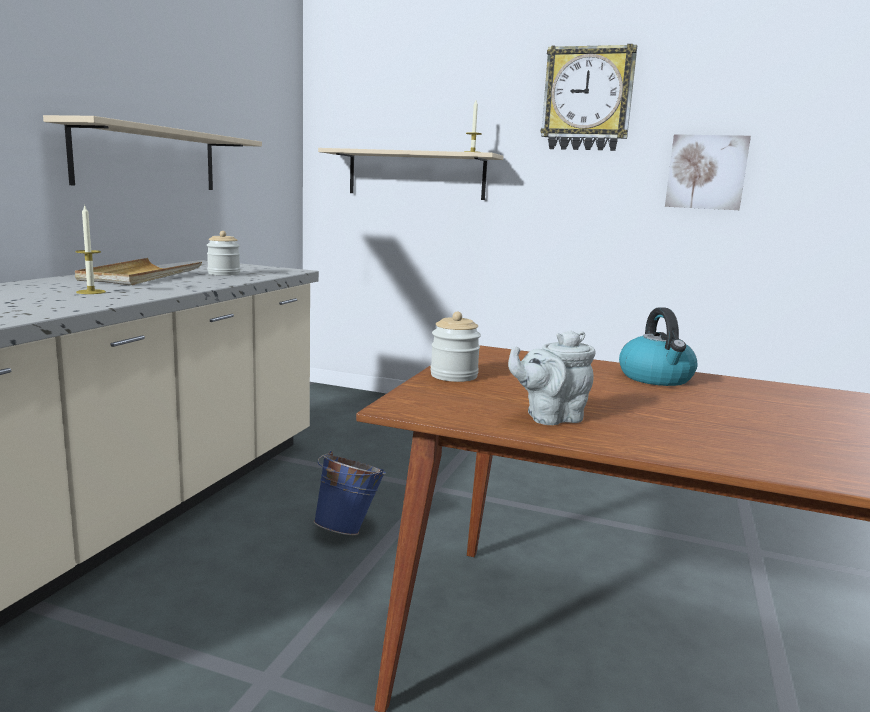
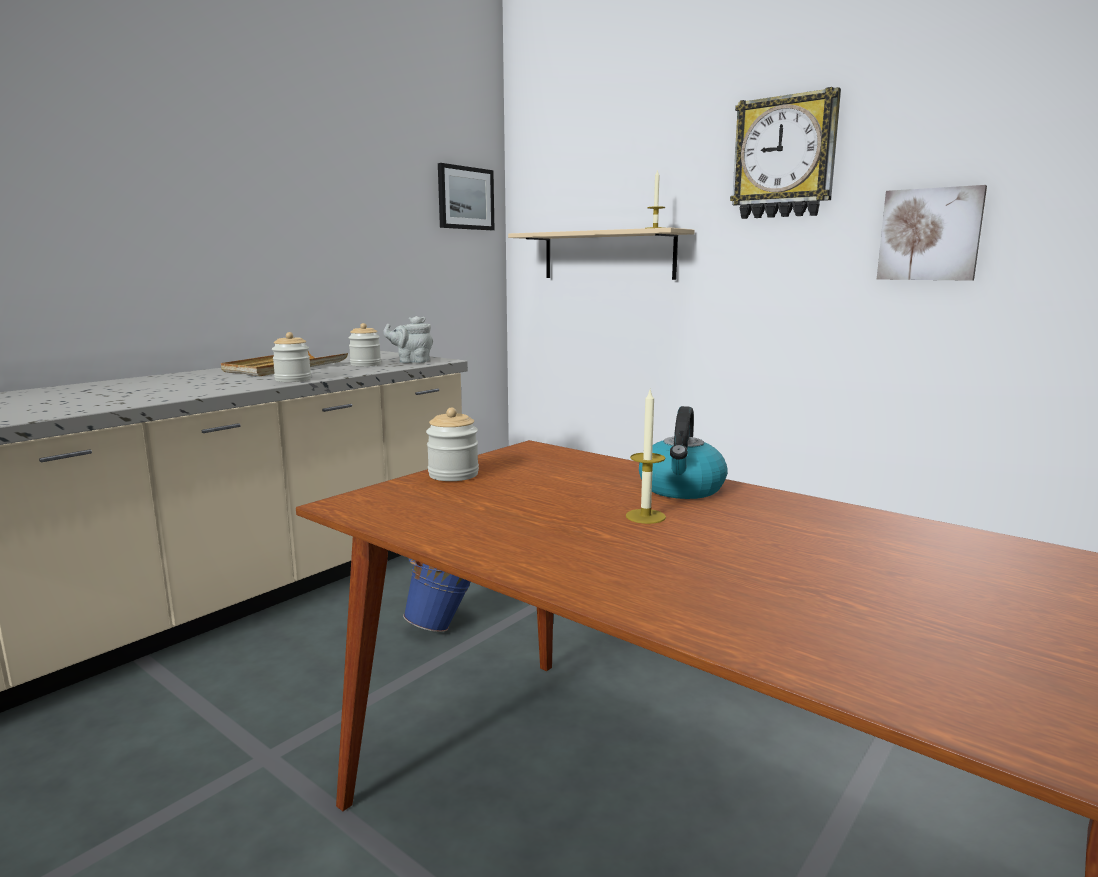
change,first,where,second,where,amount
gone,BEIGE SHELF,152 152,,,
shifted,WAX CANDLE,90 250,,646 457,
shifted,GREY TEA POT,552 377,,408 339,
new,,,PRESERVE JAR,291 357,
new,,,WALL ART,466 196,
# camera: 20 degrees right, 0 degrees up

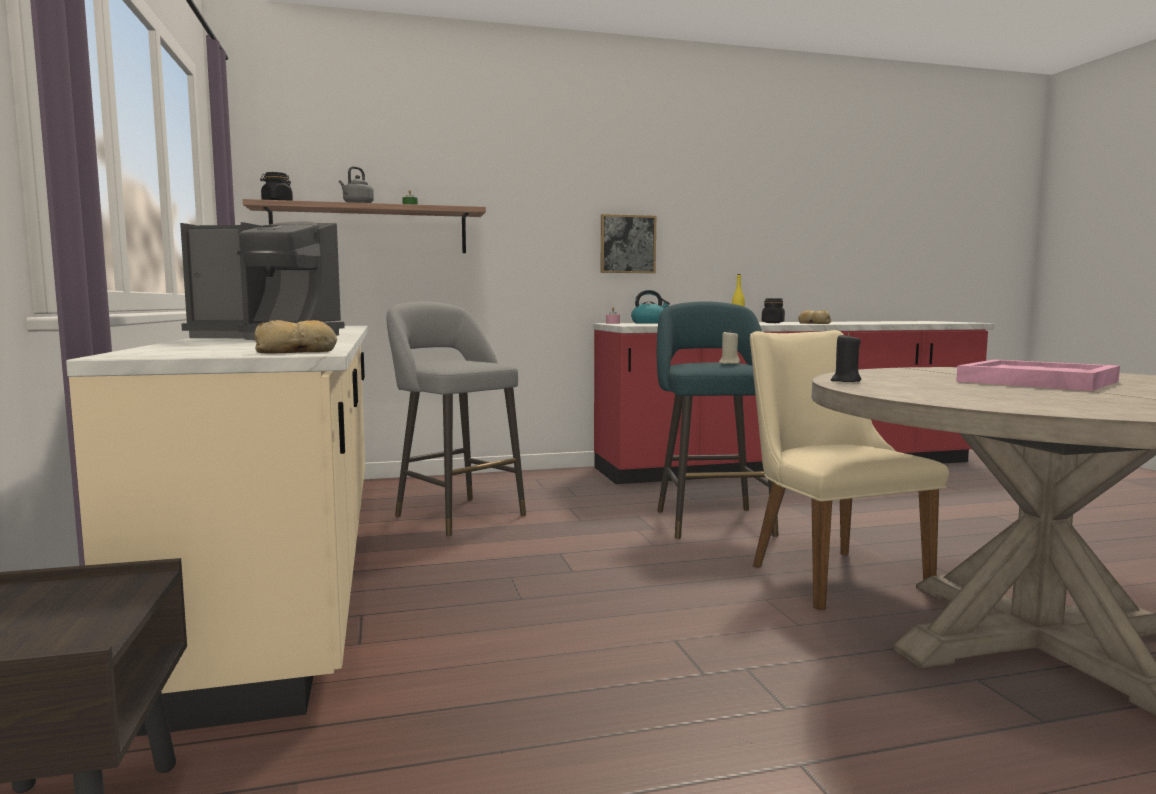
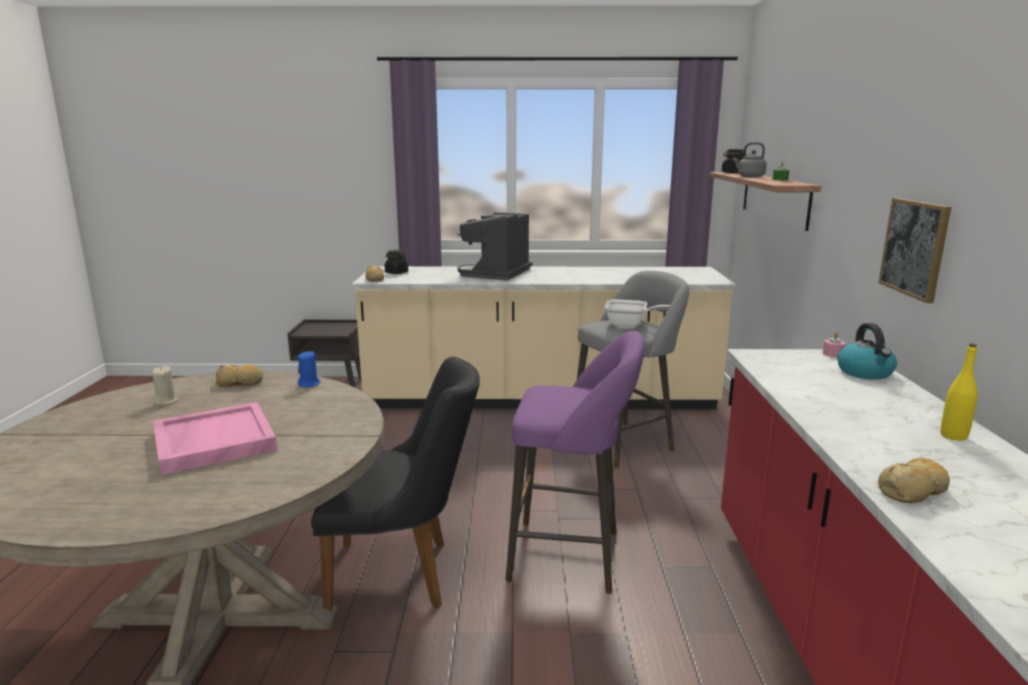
change,first,where,second,where,amount
repainted,BLUE-GREEN STOOL,718 420,PURPLISH STOOL,574 462,
shifted,BEIGE WAX CANDLE,729 347,,165 385,
repainted,BEIGE PLAIN CHAIR,849 470,BLACK-COLOURED PLAIN CHAIR,395 484,
shifted,BLACK-COLOURED PRESERVE JAR,773 310,,396 262,
repainted,BLACK-COLOURED WAX CANDLE,846 357,BLUE-COLOURED WAX CANDLE,309 369,
new,,,BREAD,239 375,
new,,,FRYING PAN,637 313,
# camera: 105 degrees right, 10 degrees up

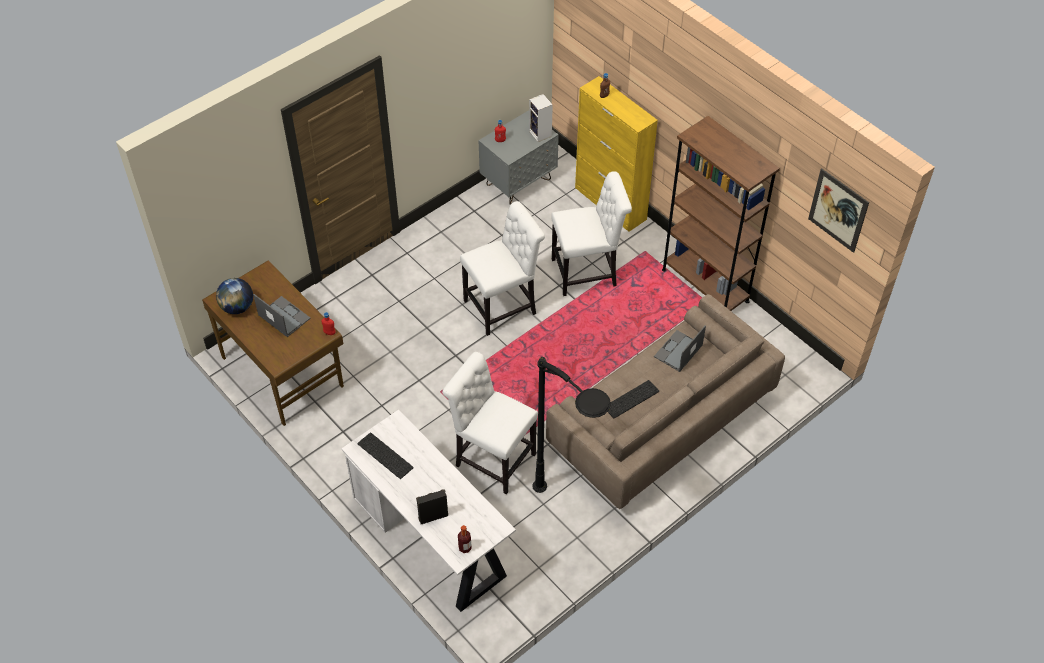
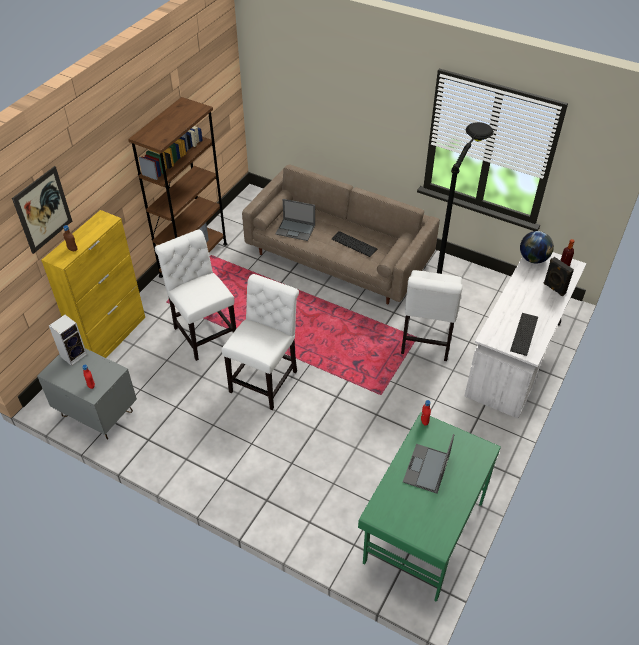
change,first,where,second,where,amount
repainted,BROWNISH DESK,273 343,GREENISH DESK,429 507,
shifted,GLOBE,234 296,,537 247,
rotated,WHITE PLAIN CHAIR,502 268,,260 342,75 degrees clockwise
shifted,WALL ART,838 210,,42 210,
# camera: 110 degrees left, 5 degrees down

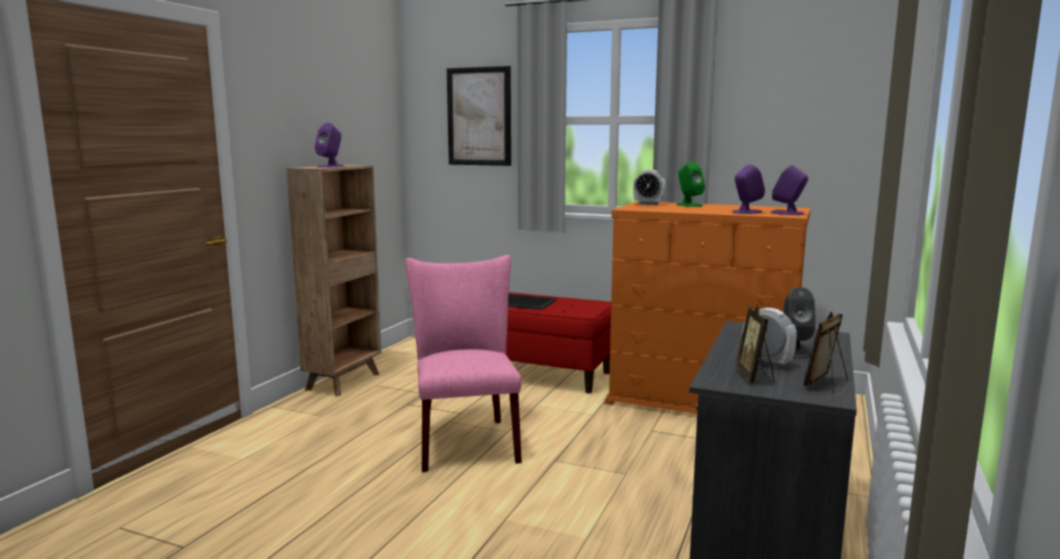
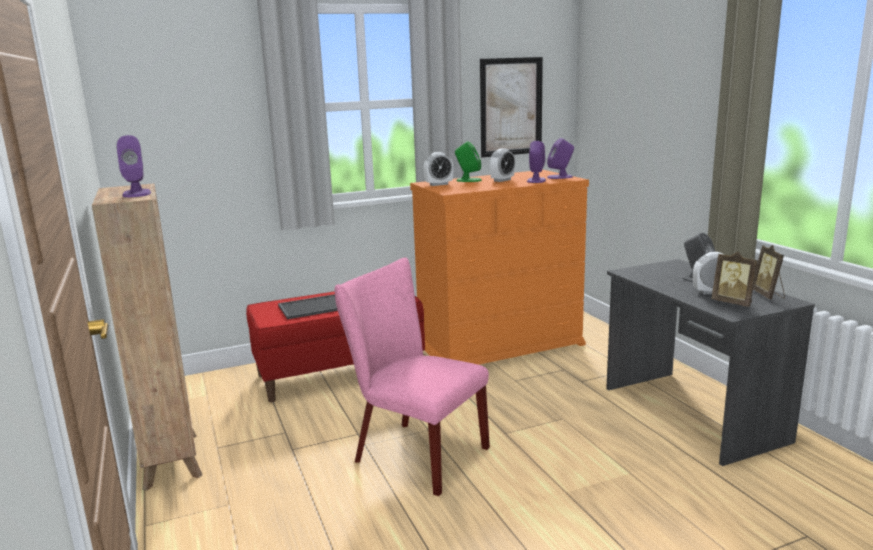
change,first,where,second,where,amount
shifted,WALL ART,479 116,,511 107,
new,,,TABLE CLOCK,502 165,
# camera: 45 degrees left, 5 degrees up

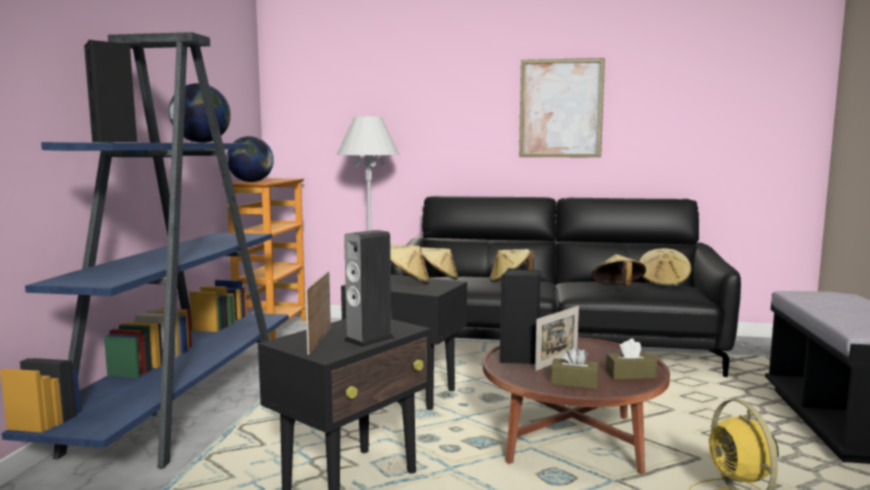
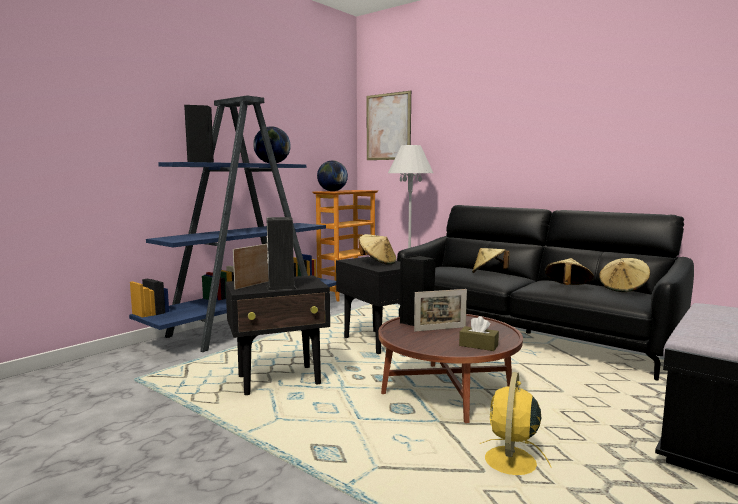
change,first,where,second,where,amount
gone,BEIGE HAT,439 263,,,
shifted,WALL ART,562 107,,389 125,
gone,BROWNISH TISSUE BOX,575 367,,,
# camera: 30 degrees right, 0 degrees up

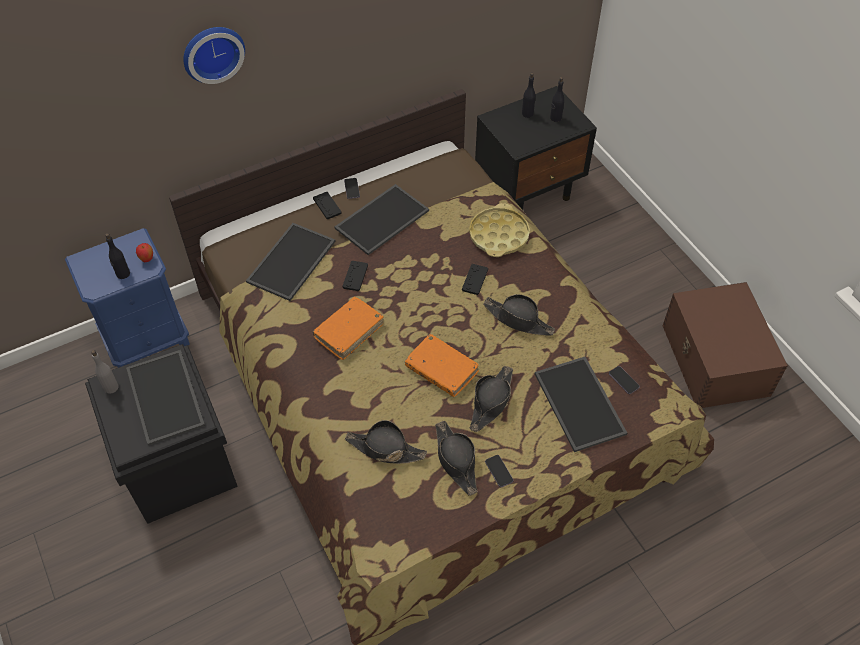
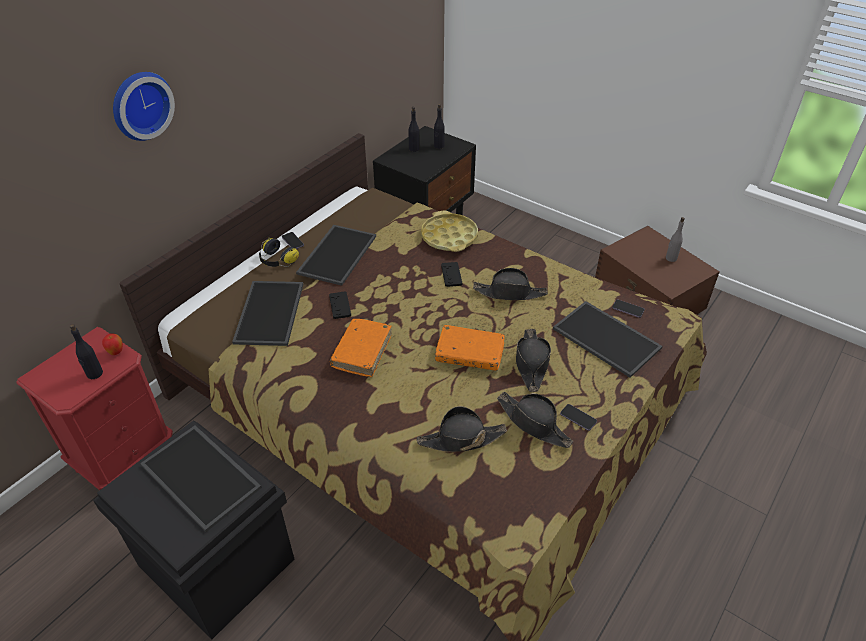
change,first,where,second,where,amount
repainted,BLUE-COLOURED NIGHT TABLE,127 298,REDDISH NIGHT TABLE,94 409,
shifted,GREY DRINK BOTTLE,105 372,,675 239,
swapped,BLACK-COLOURED GAME CONTROLLER,327 205,HEADPHONES,279 252,
# camera: 25 degrees left, 10 degrees down

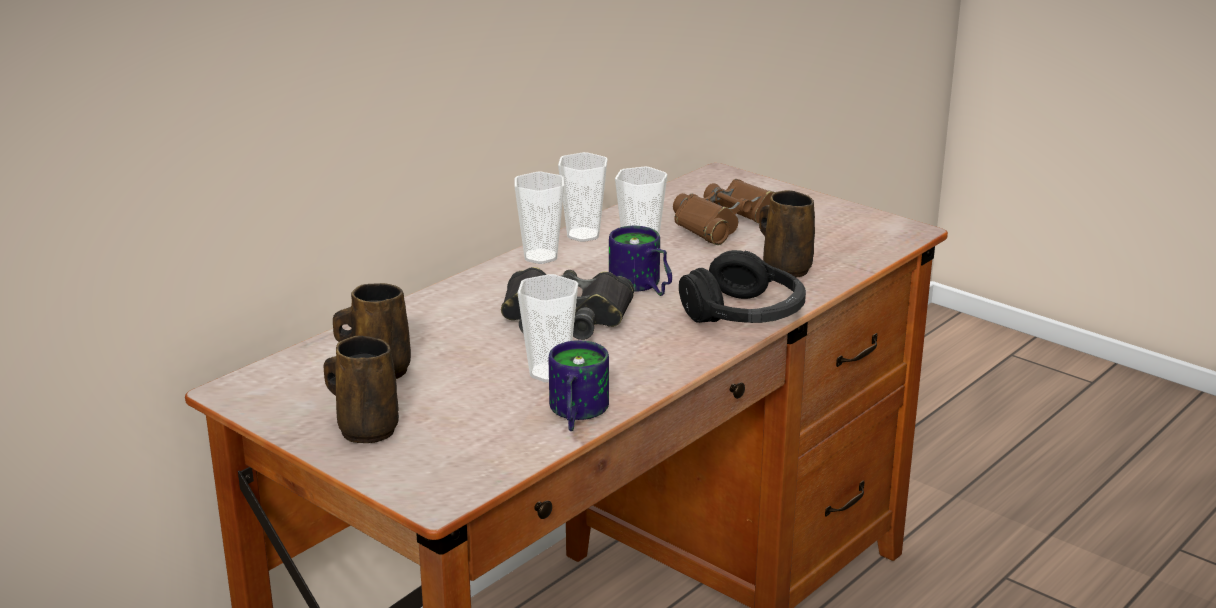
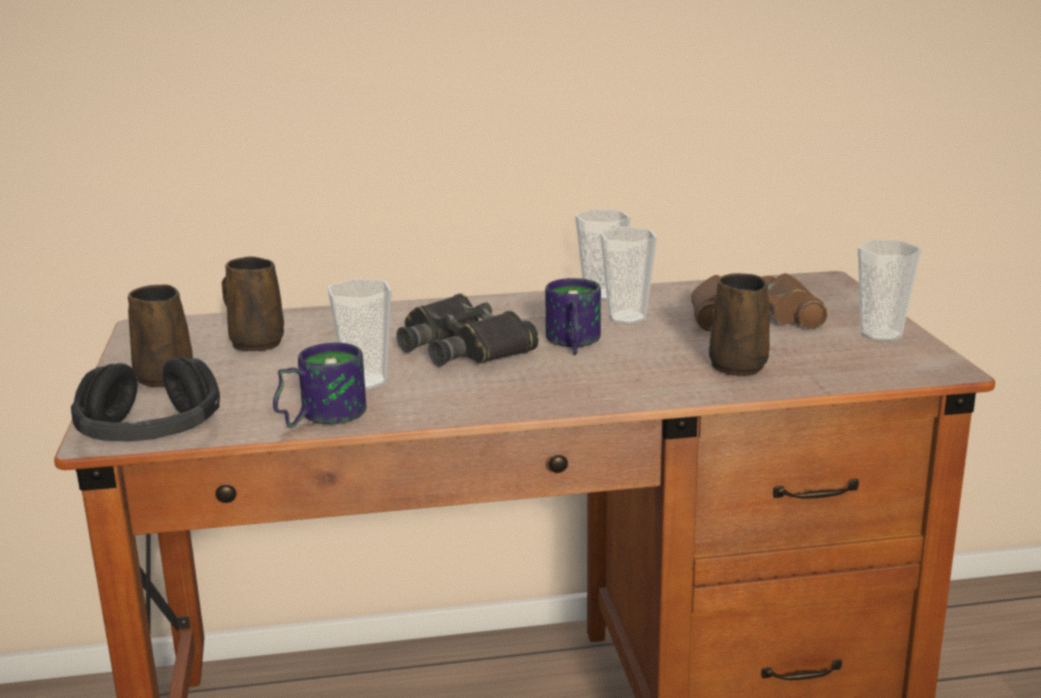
change,first,where,second,where,amount
shifted,SMALL CUP,539 218,,890 291,
shifted,BLACK-COLOURED HEADPHONES,742 286,,145 399,
# camera: 40 degrees right, 5 degrees down

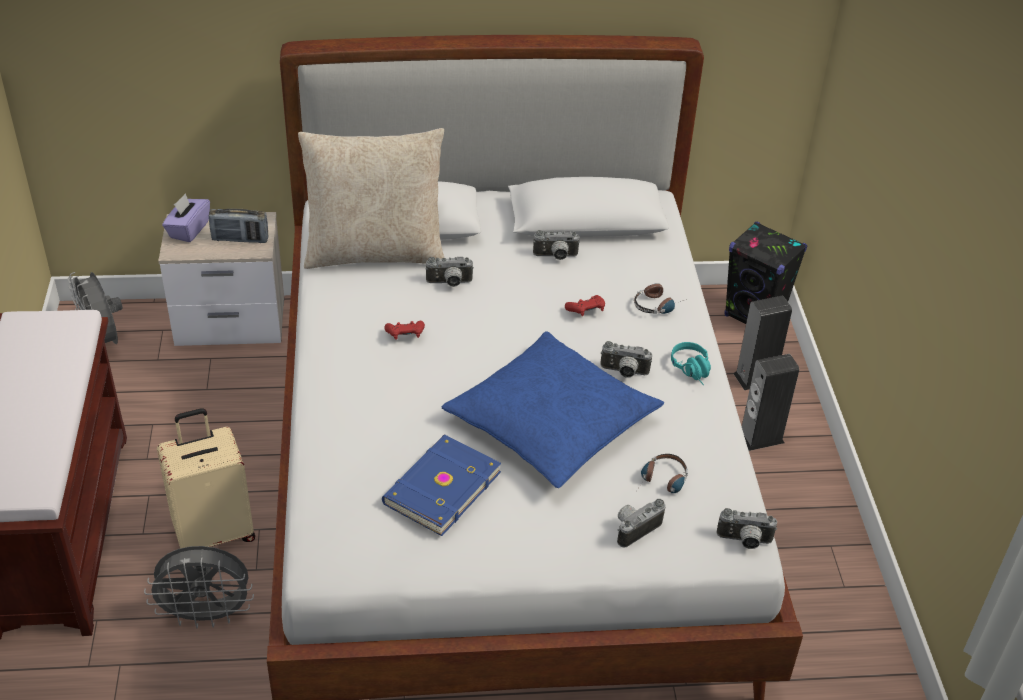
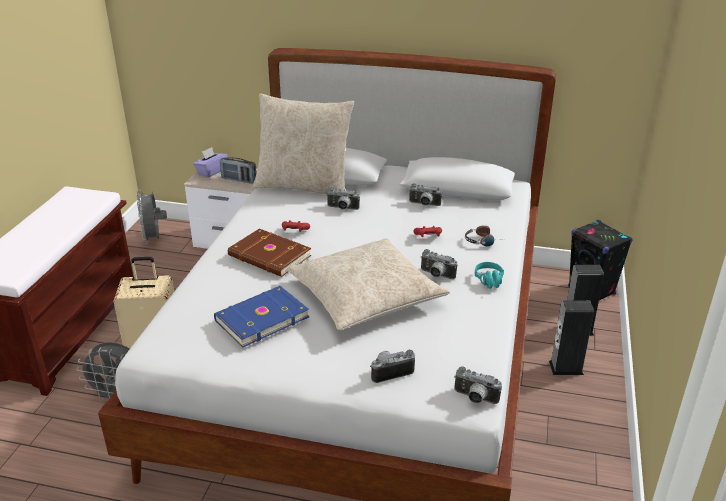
change,first,where,second,where,amount
repainted,BLUE-COLOURED THROW PILLOW,553 409,BEIGE THROW PILLOW,368 284,
gone,HEADPHONES,664 473,,,
new,,,BROWNISH VOLUME,270 253,
# camera: 20 degrees right, 10 degrees down

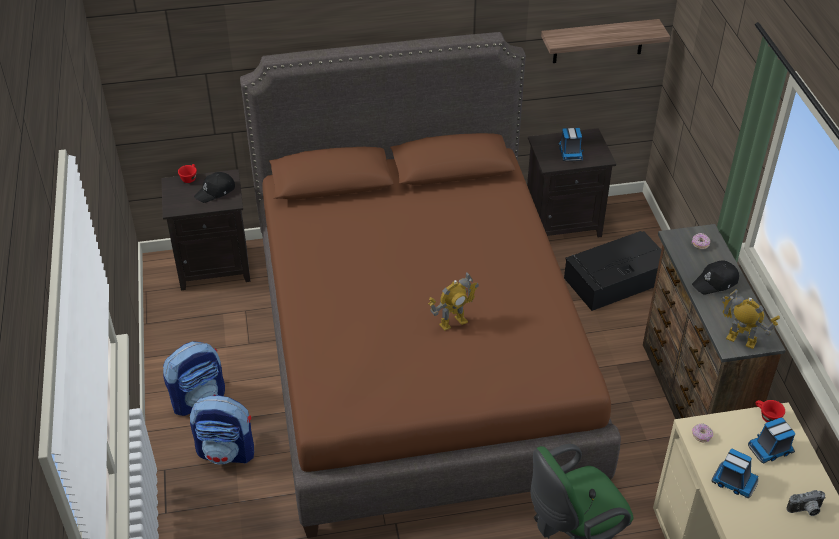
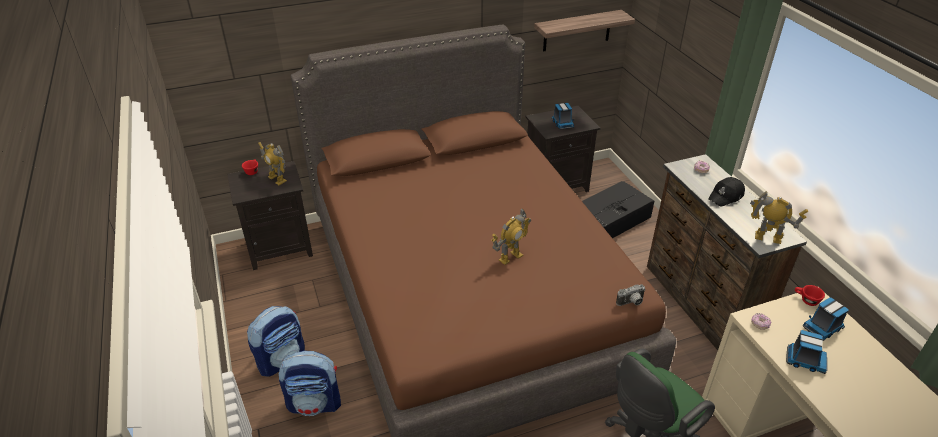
change,first,where,second,where,amount
swapped,BLACK-COLOURED CAP,214 187,MODEL ROBOT,272 163,
shifted,STILL CAMERA,806 503,,631 295,
# camera: 10 degrees left, 5 degrees down

